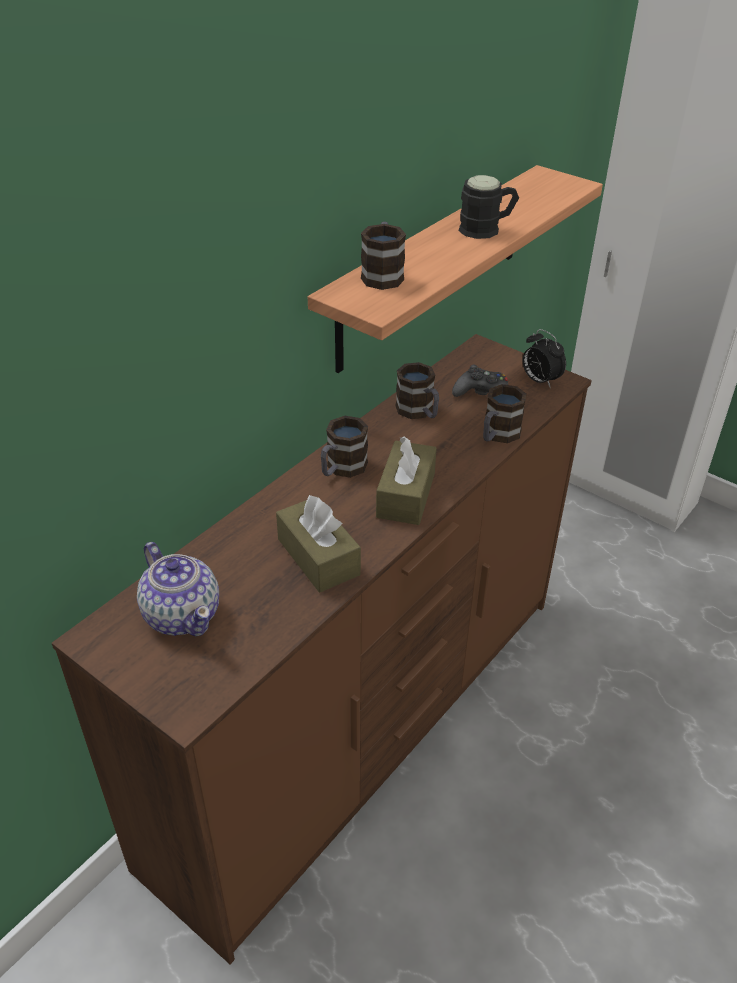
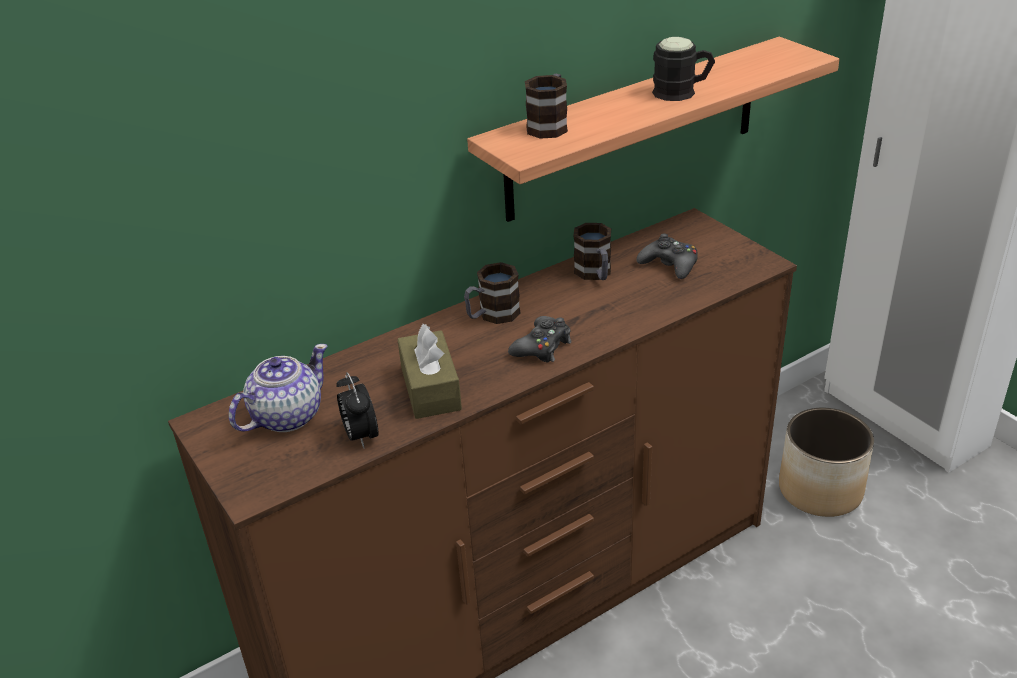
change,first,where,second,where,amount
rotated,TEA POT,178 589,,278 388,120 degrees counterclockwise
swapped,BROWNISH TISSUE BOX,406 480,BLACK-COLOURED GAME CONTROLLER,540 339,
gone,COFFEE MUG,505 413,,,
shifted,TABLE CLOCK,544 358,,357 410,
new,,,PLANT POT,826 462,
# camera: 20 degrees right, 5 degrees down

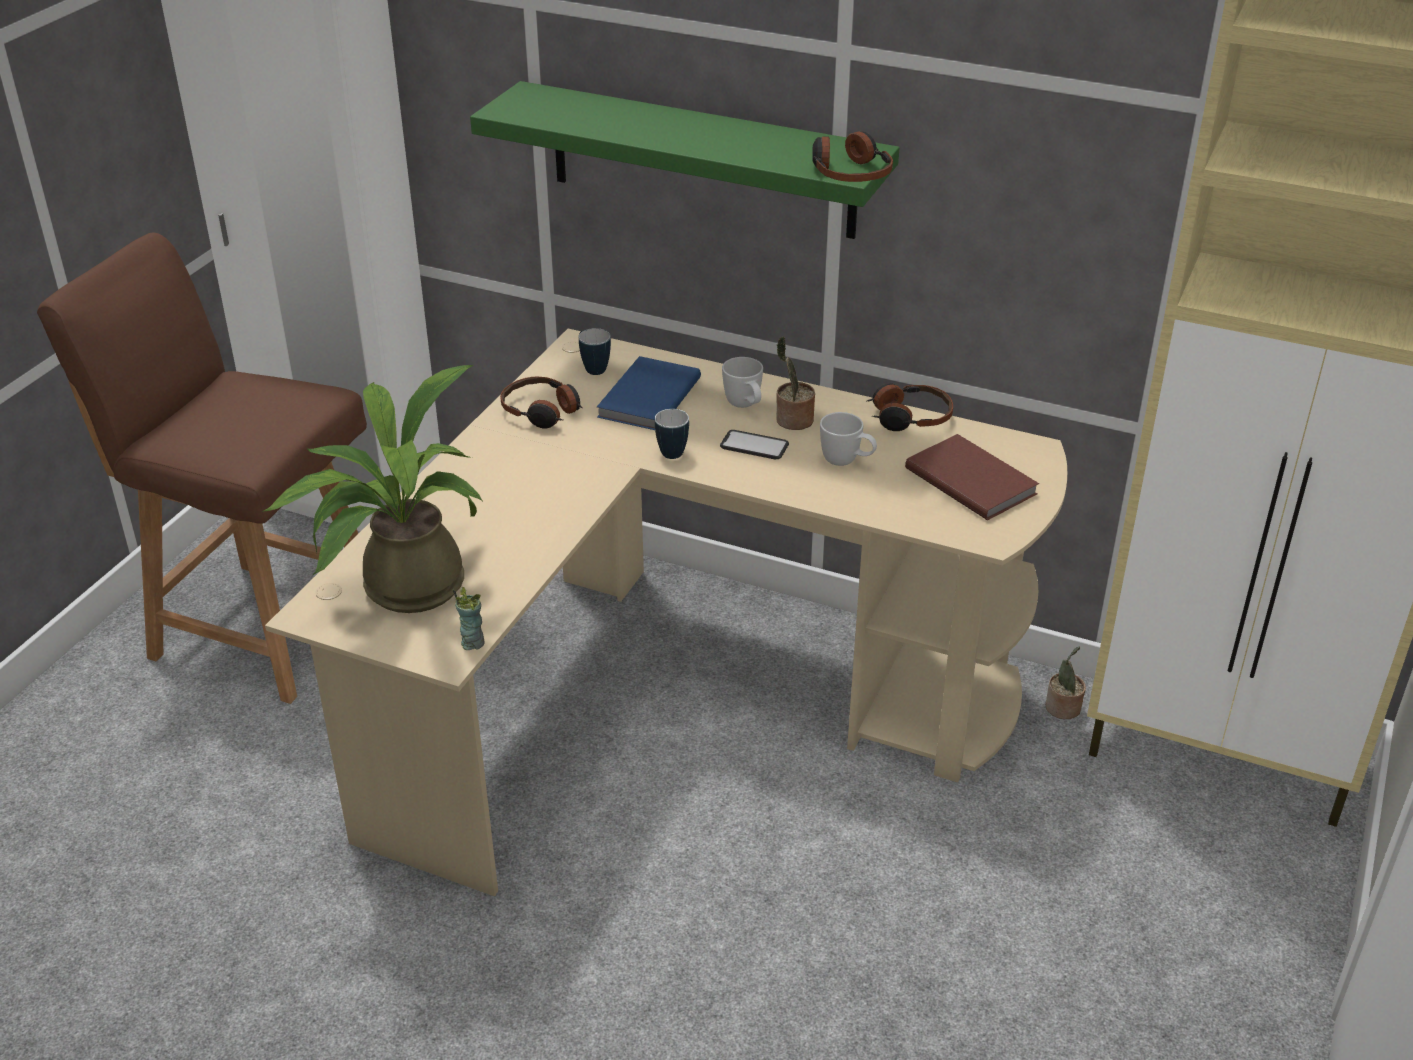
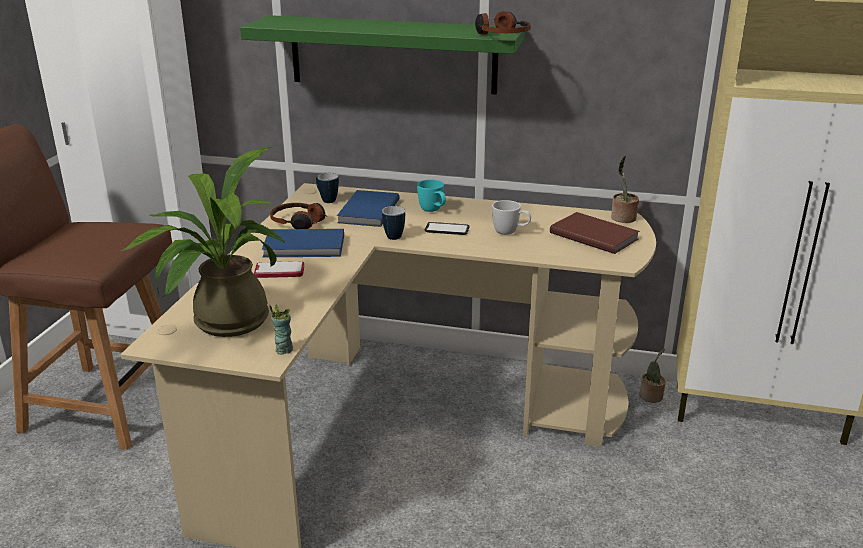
change,first,where,second,where,amount
repainted,WHITE COFFEE MUG,742 382,BLUE-GREEN COFFEE MUG,431 195,
shifted,PLANT IN A POT,795 383,,625 189,
gone,HEADPHONES,909 407,,,
new,,,PHONE,279 269,
new,,,BLUE-COLOURED VOLUME,303 243,
# camera: 10 degrees left, 10 degrees down

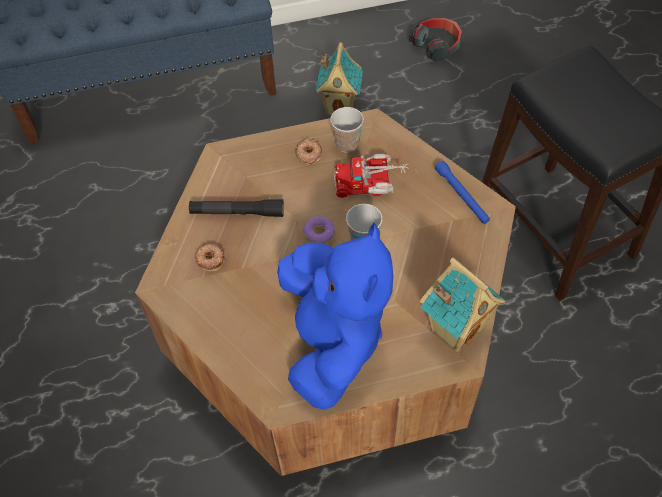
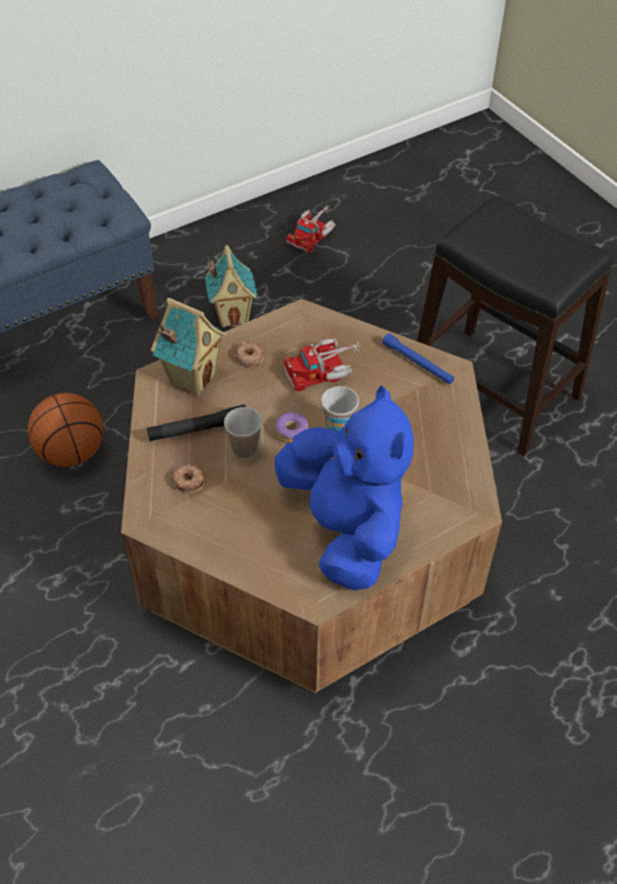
change,first,where,second,where,amount
shifted,SMALL CUP,347 130,,243 433,
swapped,HEADPHONES,435 40,TOY LORRY,311 228,
shifted,TOY HOUSE,462 305,,189 347,
new,,,BASKETBALL BALL,66 430,
# camera: 20 degrees left, 5 degrees down

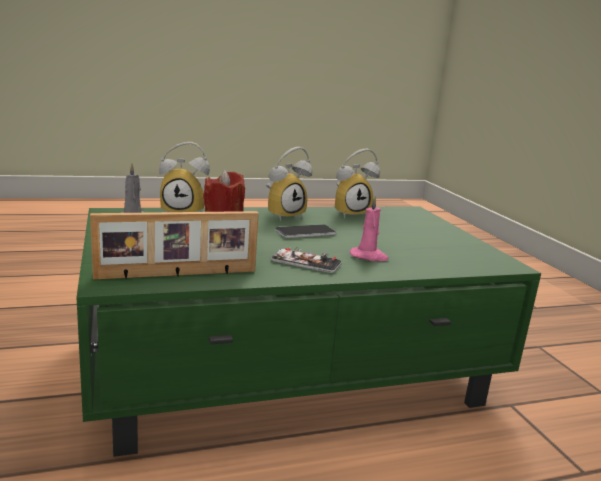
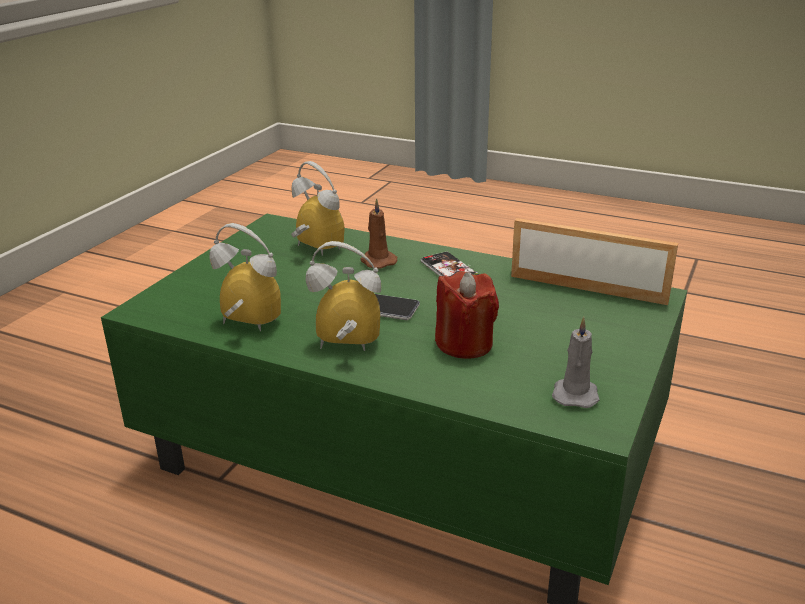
change,first,where,second,where,amount
shifted,TABLE CLOCK,184 177,,317 208,
repainted,PINKISH WAX CANDLE,369 228,BROWNISH WAX CANDLE,378 233,
# camera: 135 degrees left, 10 degrees up

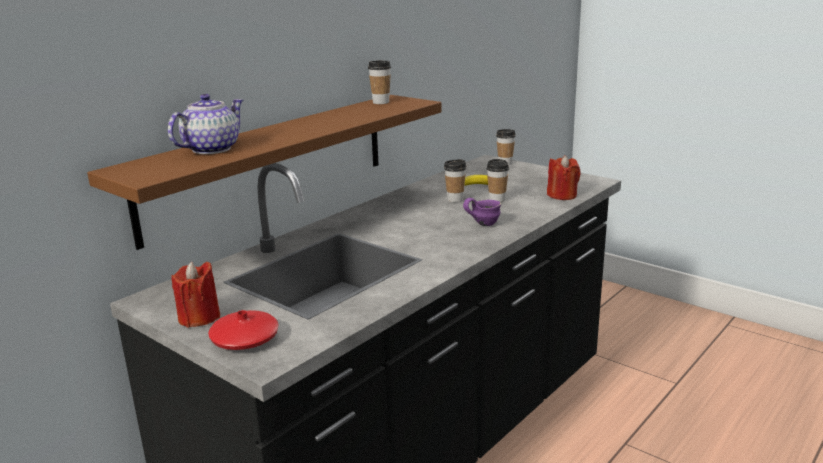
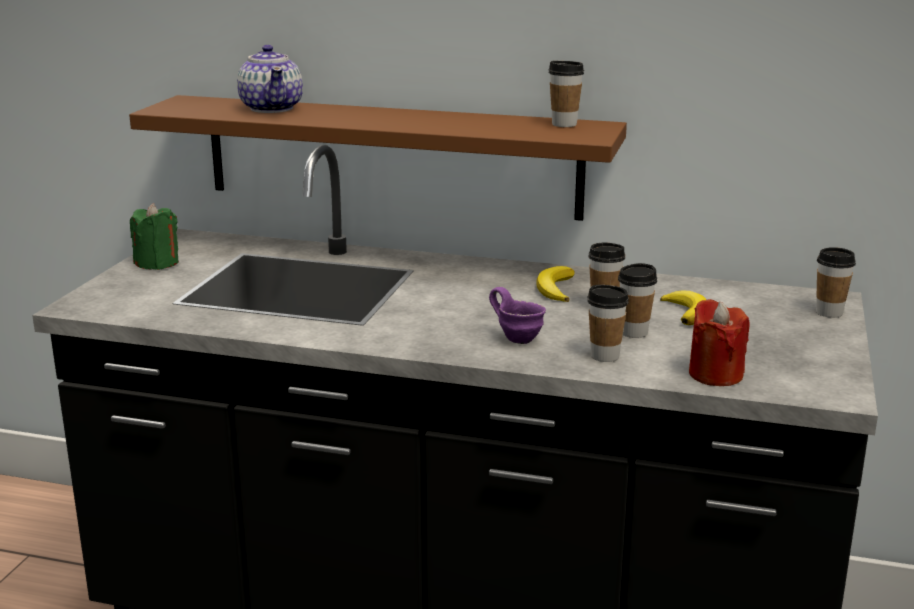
change,first,where,second,where,amount
rotated,TEA POT,205 124,,270 79,60 degrees clockwise
repainted,REDDISH WAX CANDLE,195 294,GREENISH WAX CANDLE,154 236,
gone,REDDISH FLOWER VASE,243 330,,,
new,,,WHOLE BANANA,555 284,
new,,,SMALL CUP,608 323,
# camera: 65 degrees right, 0 degrees up

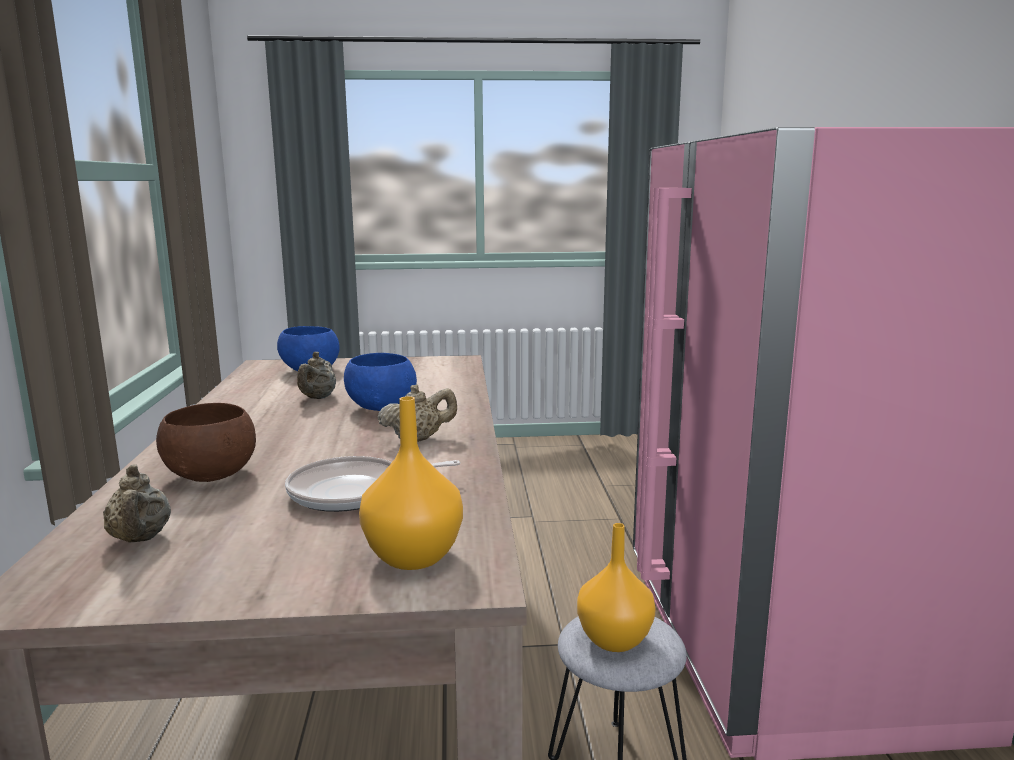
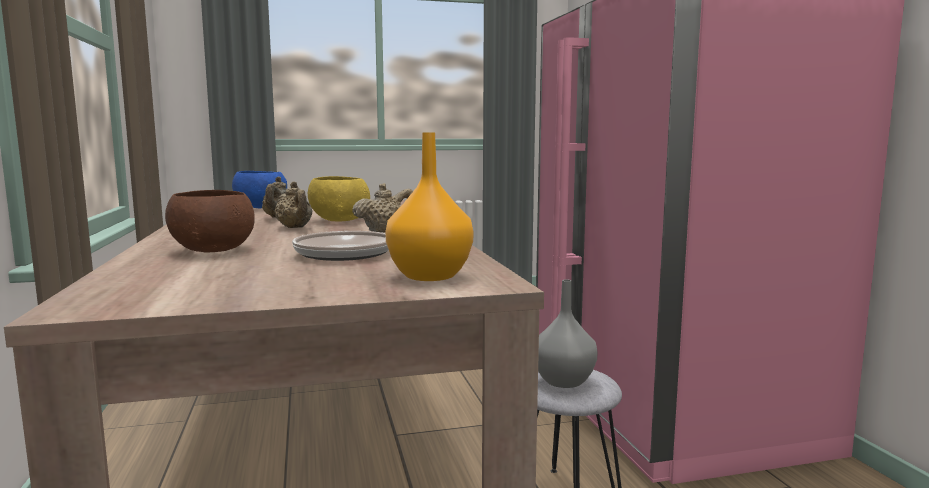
change,first,where,second,where,amount
shifted,BEIGE TEA POT,137 503,,293 204,
repainted,BLUE-COLOURED SERVING BOWL,380 382,YELLOWISH SERVING BOWL,339 198,
repainted,ORANGE FLOWER VASE,616 587,GREY FLOWER VASE,568 333,
# camera: 10 degrees left, 5 degrees down

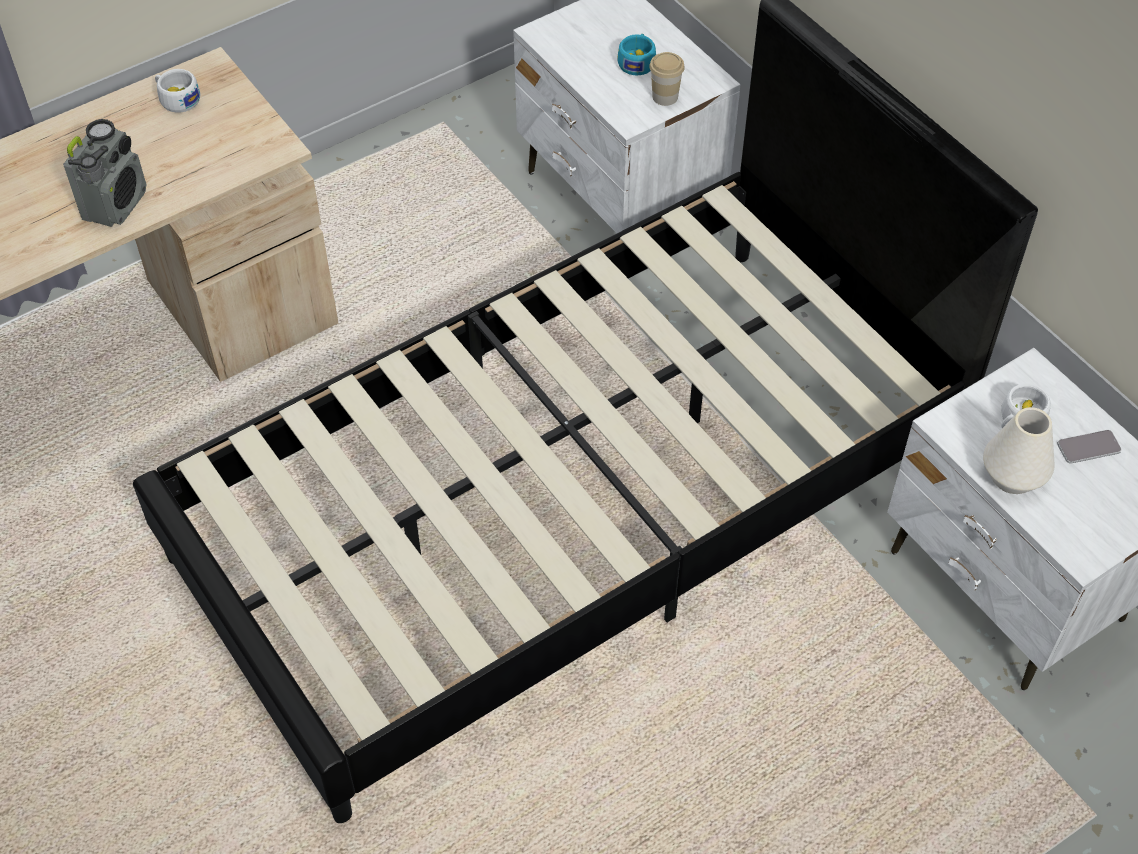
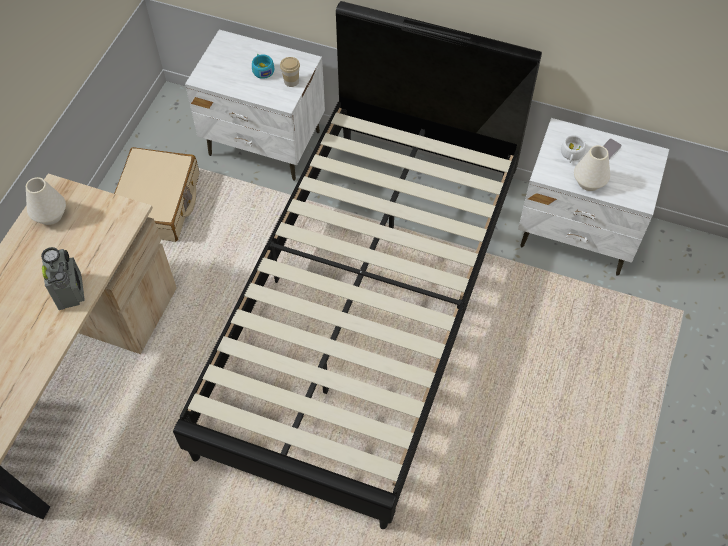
change,first,where,second,where,amount
swapped,WHITE SMALL CUP,178 91,WHITE FLOWER VASE,46 201,
new,,,BEIGE PIECE OF LUGGAGE,156 194,
# camera: 35 degrees left, 5 degrees up

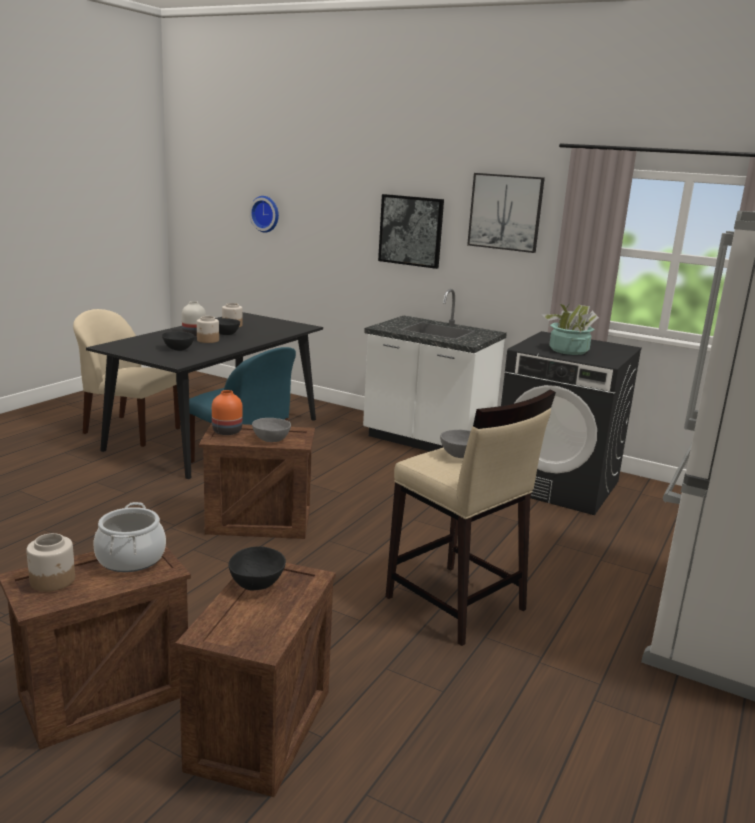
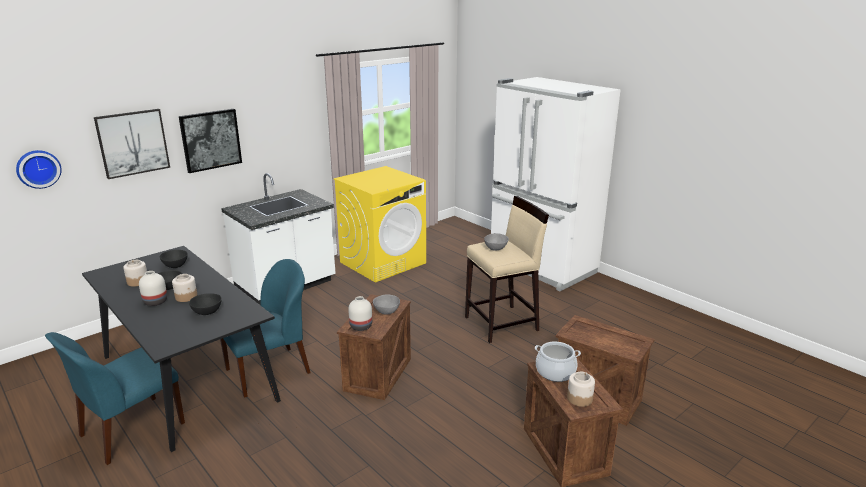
change,first,where,second,where,amount
repainted,BEIGE PLAIN CHAIR,126 378,BLUE-COLOURED PLAIN CHAIR,115 398,
repainted,ORANGE FLOWER VASE,227 412,WHITE FLOWER VASE,360 313,
shifted,BLACK-COLOURED SERVING BOWL,257 568,,174 259,
shifted,WALL ART,506 213,,132 144,
repainted,BLACK-COLOURED LAUNDRY MACHINE,571 423,YELLOWISH LAUNDRY MACHINE,379 224,
gone,PLANT IN A POT,570 329,,,
# camera: 70 degrees left, 5 degrees up

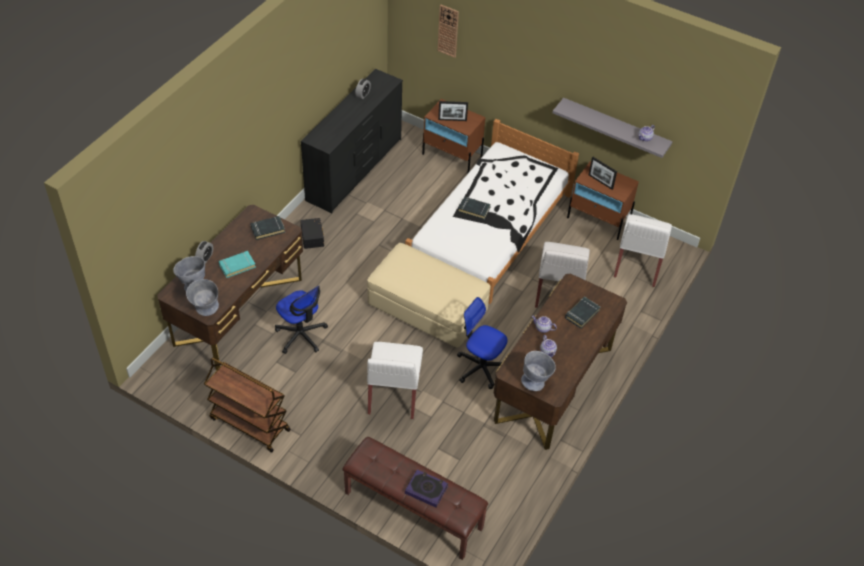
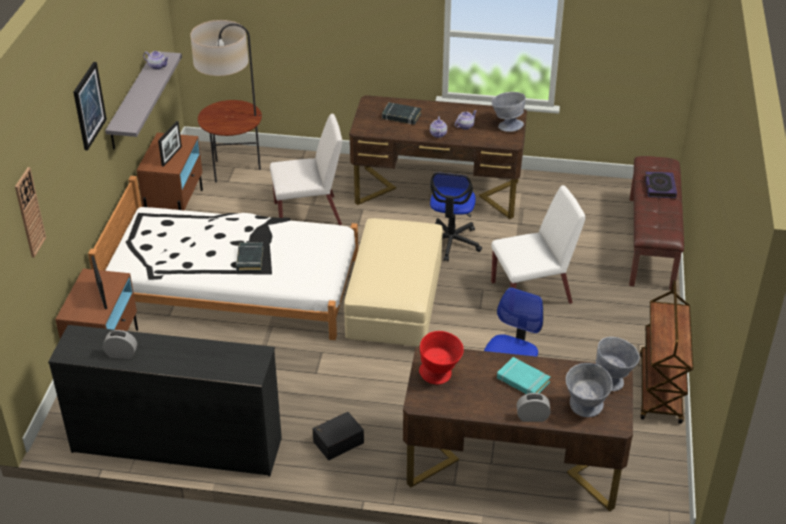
change,first,where,second,where,amount
swapped,BLACK-COLOURED VOLUME,267 228,REDDISH SERVING BOWL,441 358,
swapped,WHITE PLAIN CHAIR,643 250,FLOOR LAMP,226 101,
new,,,WALL ART,90 106,
# camera: 110 degrees left, 10 degrees down

